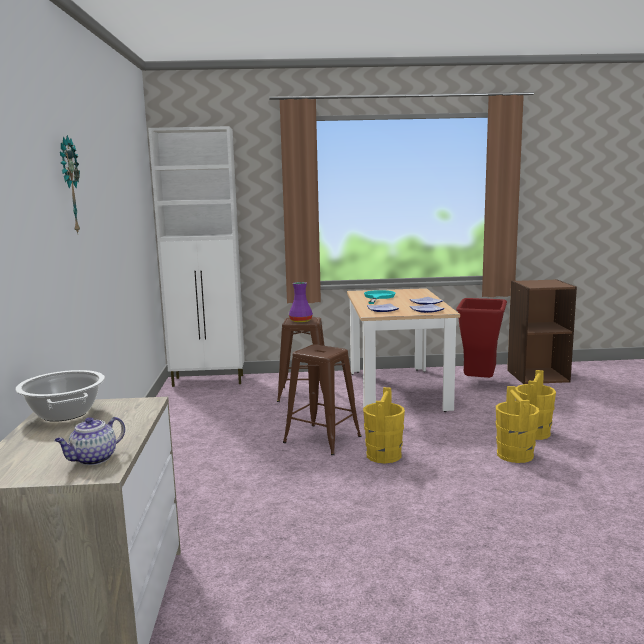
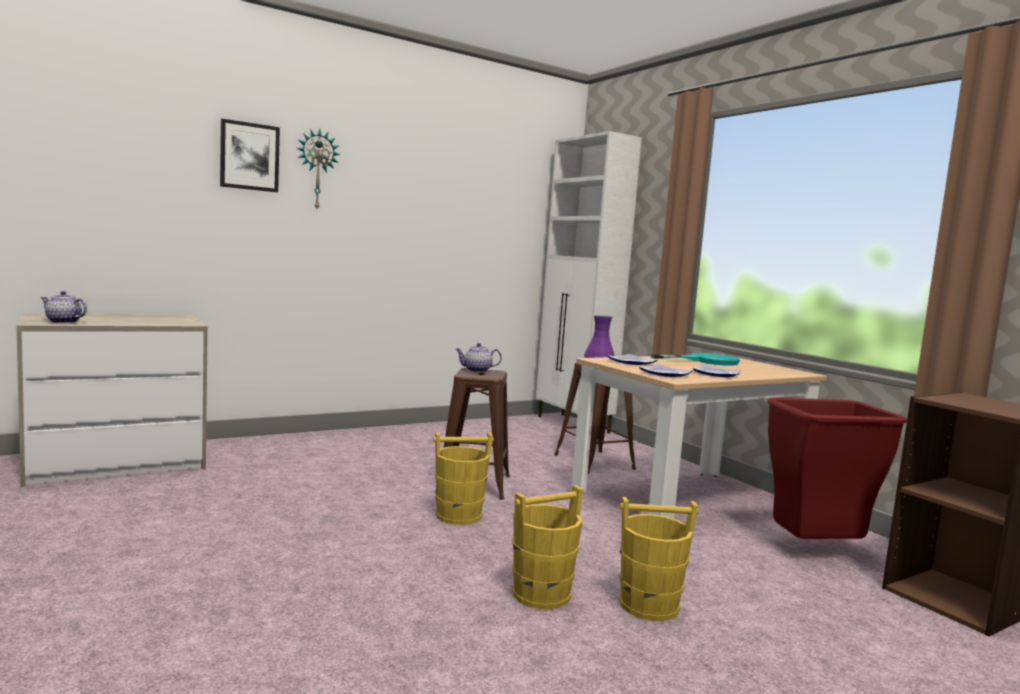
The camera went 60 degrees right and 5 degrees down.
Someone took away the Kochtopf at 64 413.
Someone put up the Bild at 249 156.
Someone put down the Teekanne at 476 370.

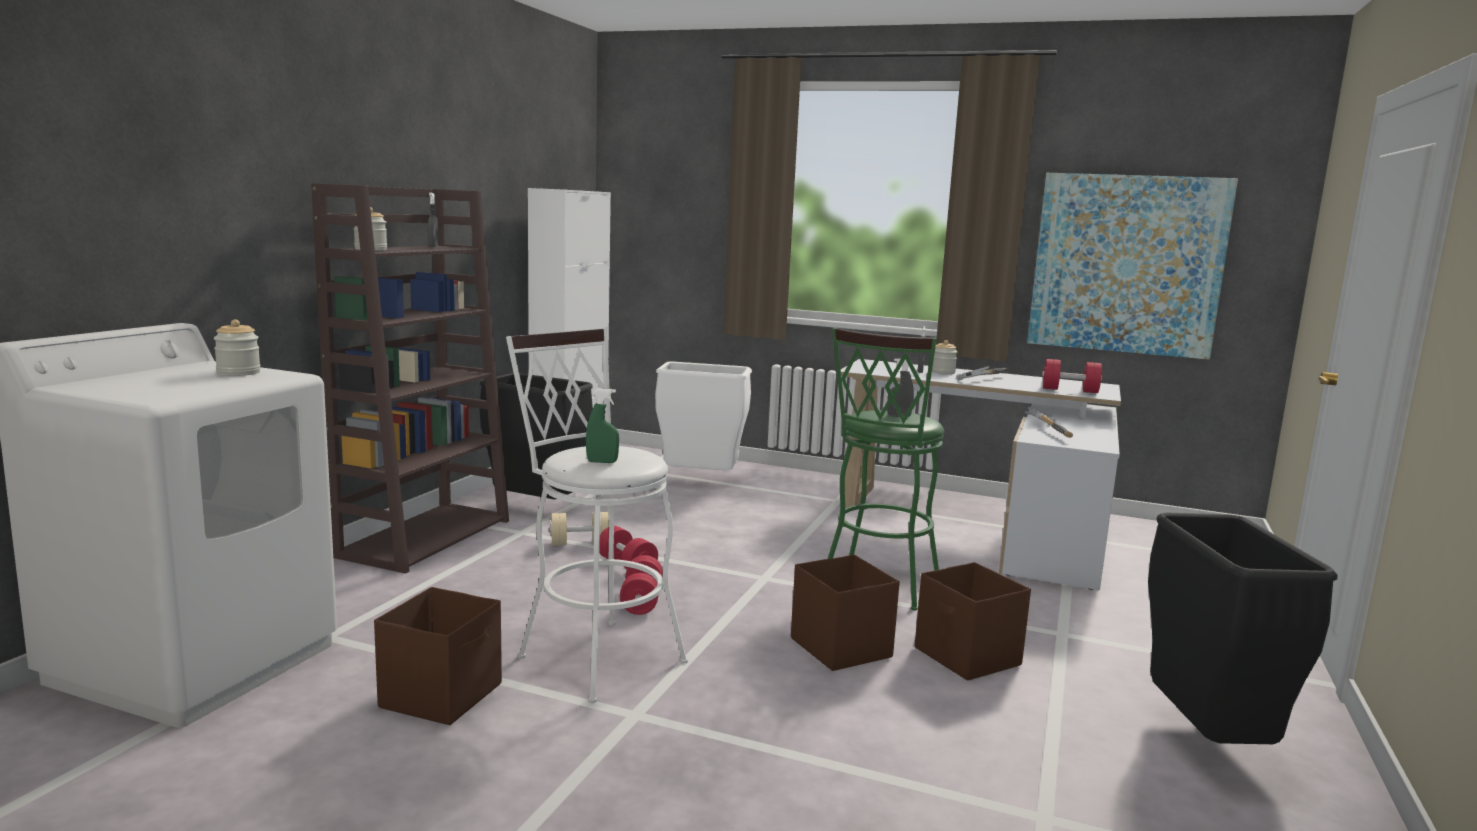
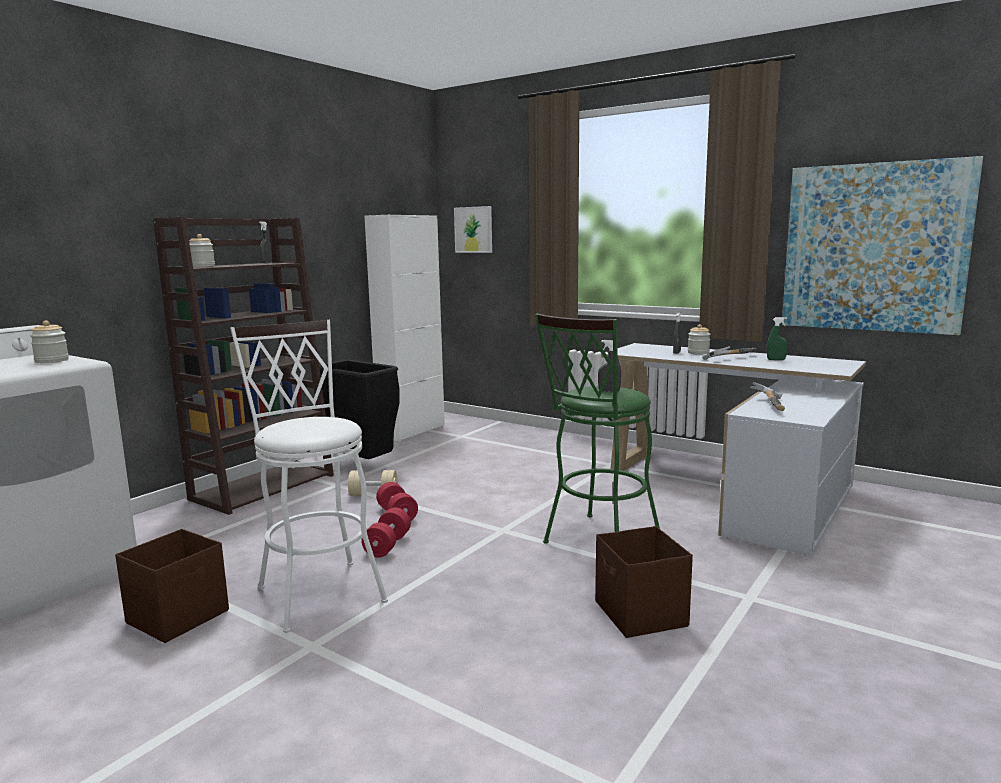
The camera went 15 degrees right and 0 degrees up.
Someone took away the Hantel (rot) at 1070 390.
Someone took away the Mülleimer (weiß) at 700 481.
Someone carried the Sprühflasche (grün) from 602 462 to 776 359.
Someone took away the Mülleimer (schwarz) at 1204 740.
Someone took away the Aufbewahrungsbox (braun) at 840 647.
Someone put up the Bild at 473 229.

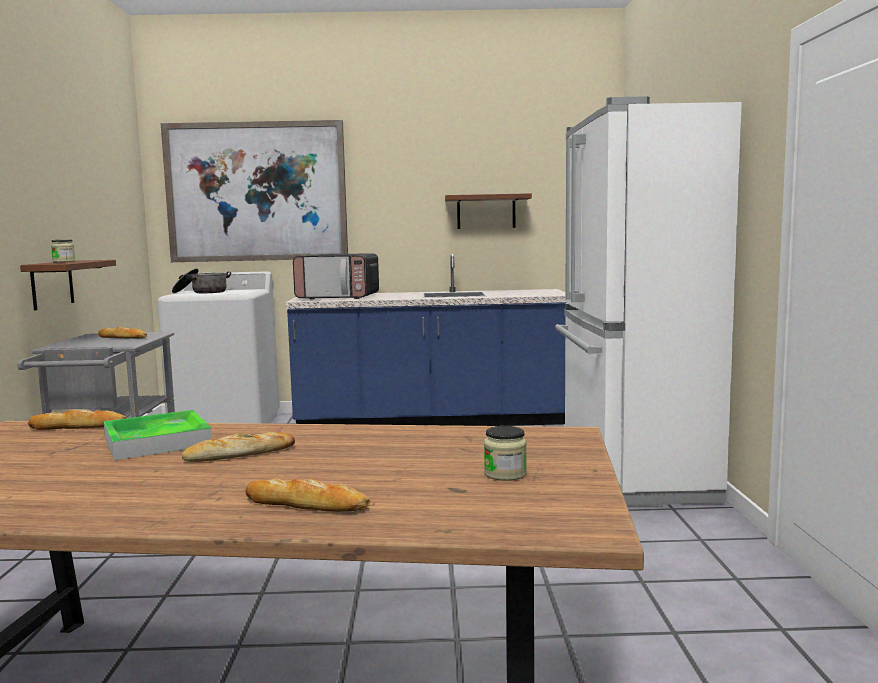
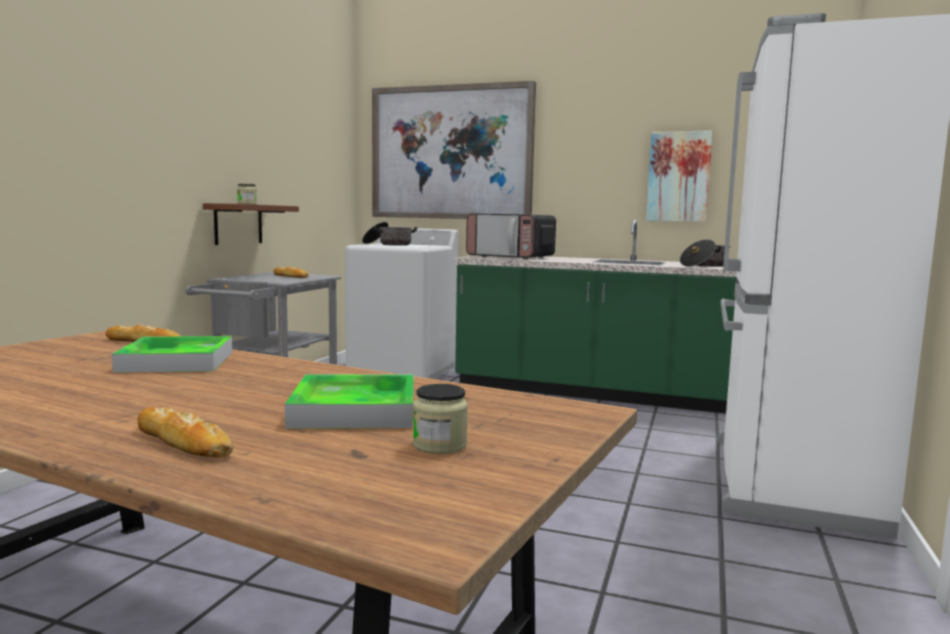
The camera went 20 degrees right and 0 degrees up.
Someone swapped the Wandregal (braun) at 486 212 for the Bild at 678 177.
Someone repainted the Küchenzeile (blau) at 432 421, which became the Küchenzeile (grün) at 597 392.
Someone took away the Brot at 239 454.
Someone put down the Kochtopf at 704 266.
Someone put down the Tablett at 355 410.

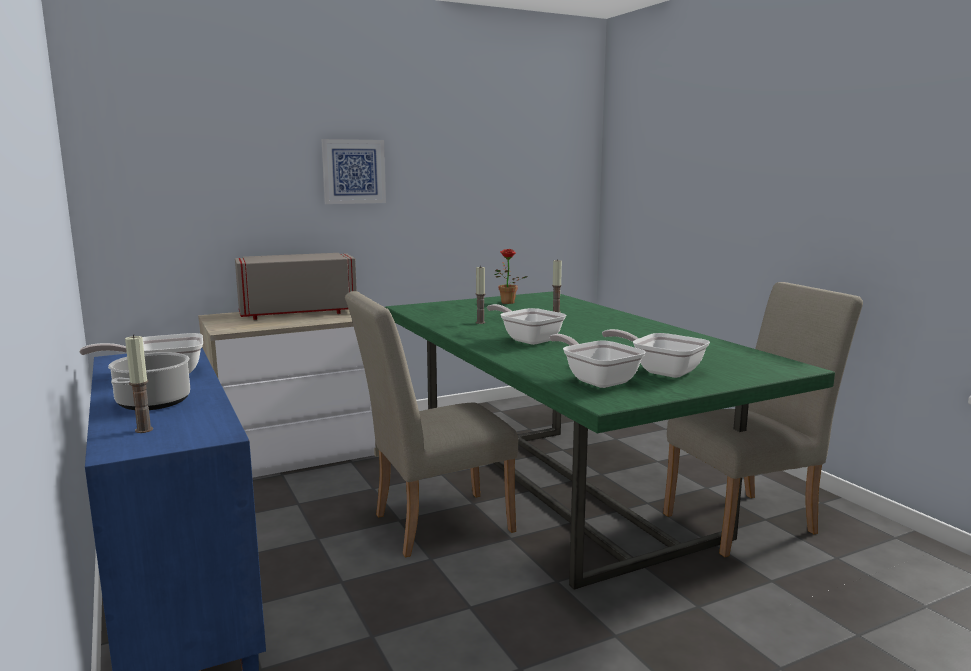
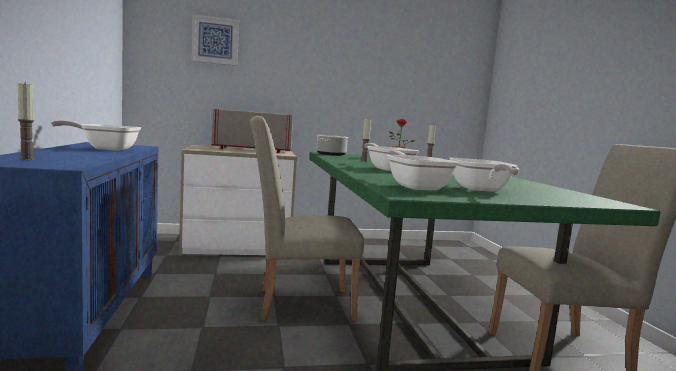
The camera went 15 degrees right and 5 degrees down.
Someone carried the Bild from 353 171 to 215 40.
Someone rotated the Pfanne at 661 371 by 150 degrees counterclockwise.
Someone carried the Kochtopf from 154 402 to 331 154.

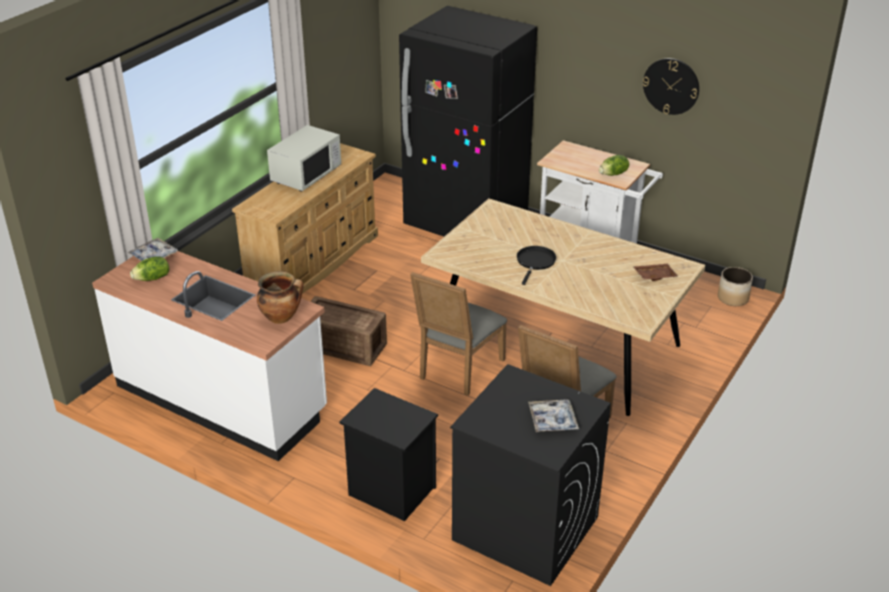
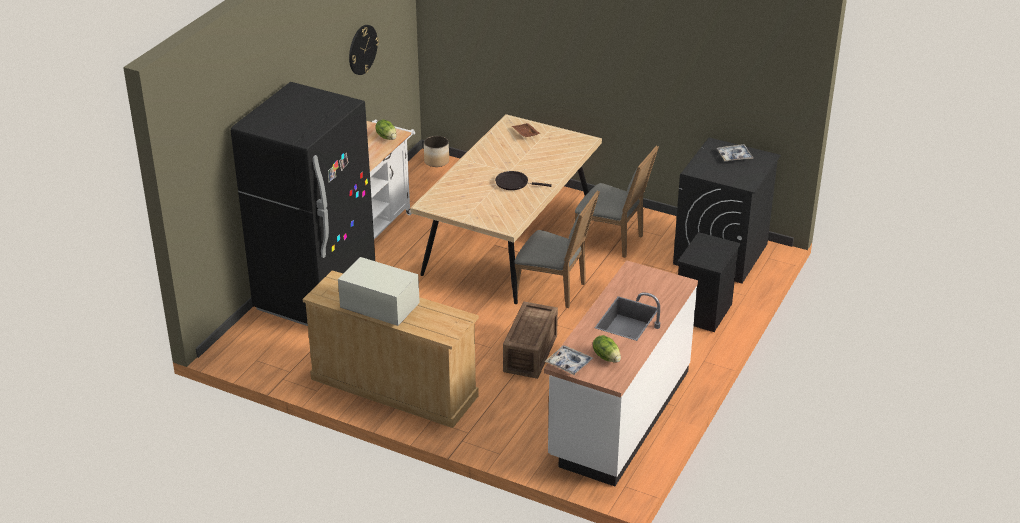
The camera went 95 degrees left and 0 degrees up.
Someone took away the Kochtopf at 281 317.

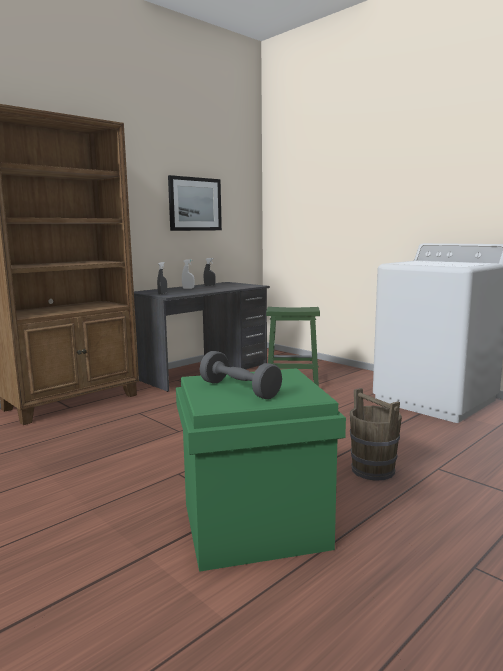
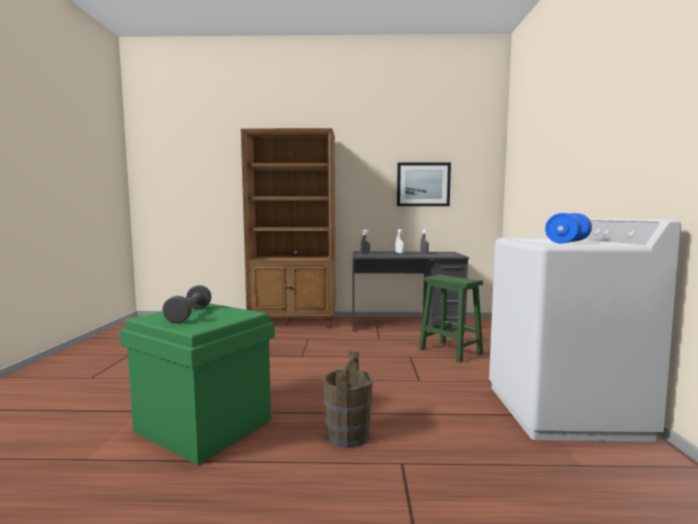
The camera went 45 degrees right and 5 degrees down.
Someone put down the Hantel (blau) at 568 242.

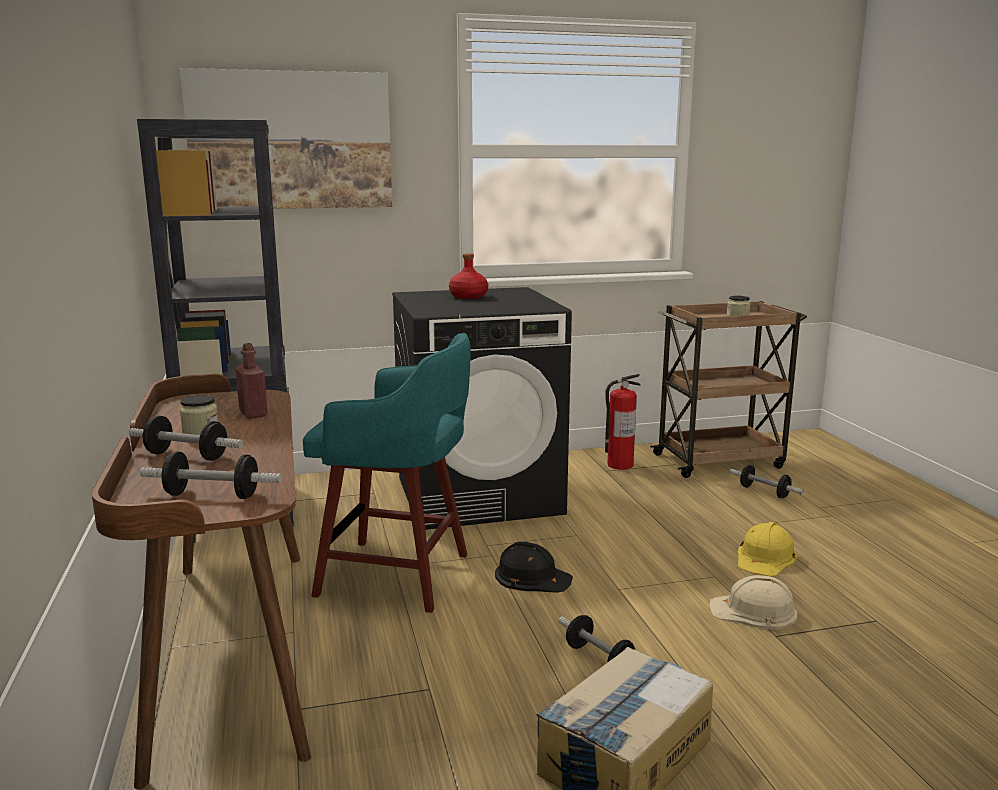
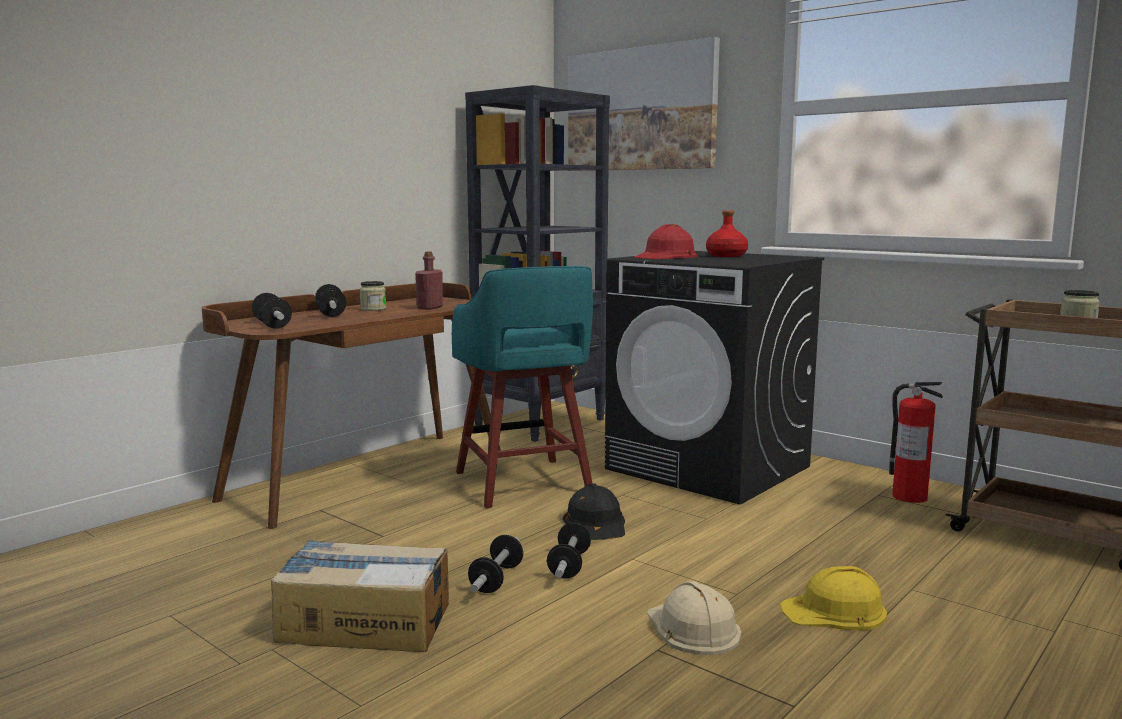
The camera went 55 degrees right and 5 degrees down.
Someone carried the Hantel from 764 492 to 569 565.
Someone put down the Schutzhelm (rot) at 666 256.

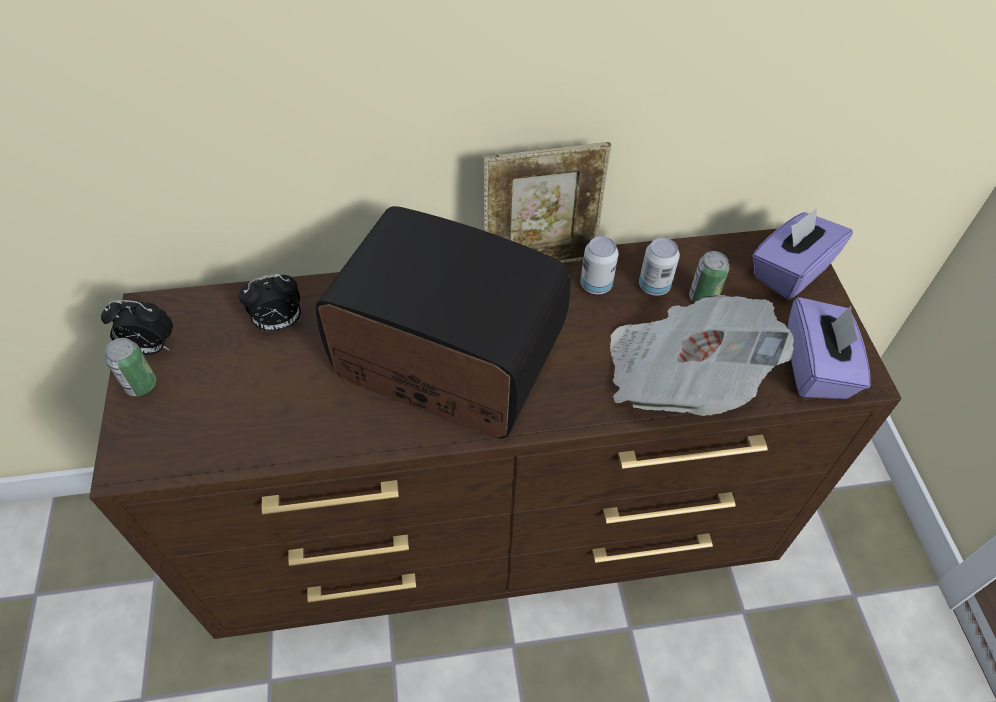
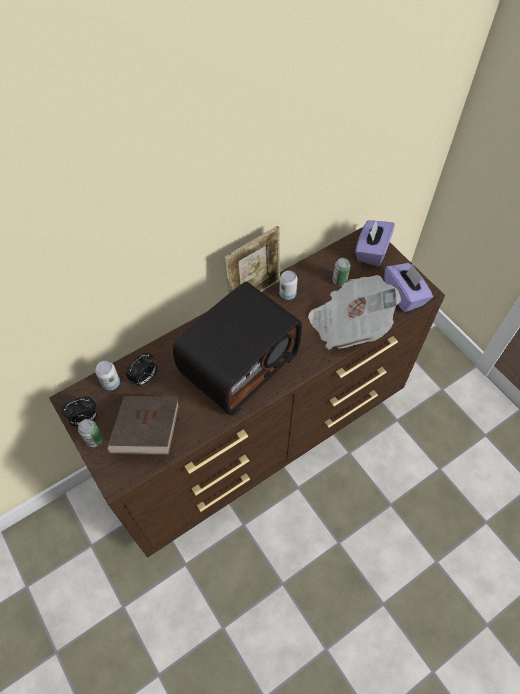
The camera went 25 degrees left and 5 degrees up.
Someone rotated the Radio at 445 362 by 135 degrees clockwise.
Someone carried the Dose from 654 286 to 111 383.
Someone put down the Buch (braun) at 147 432.

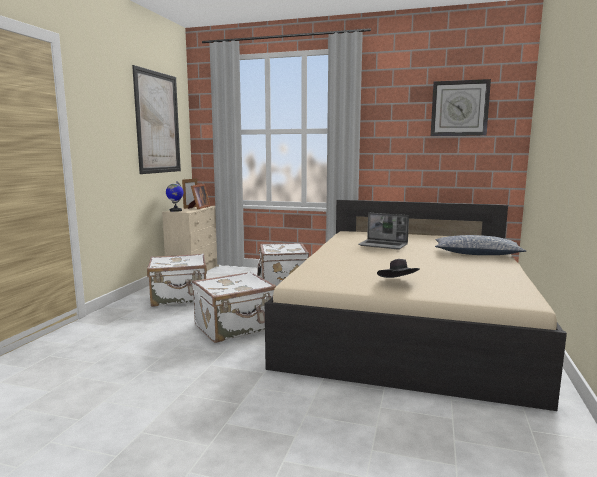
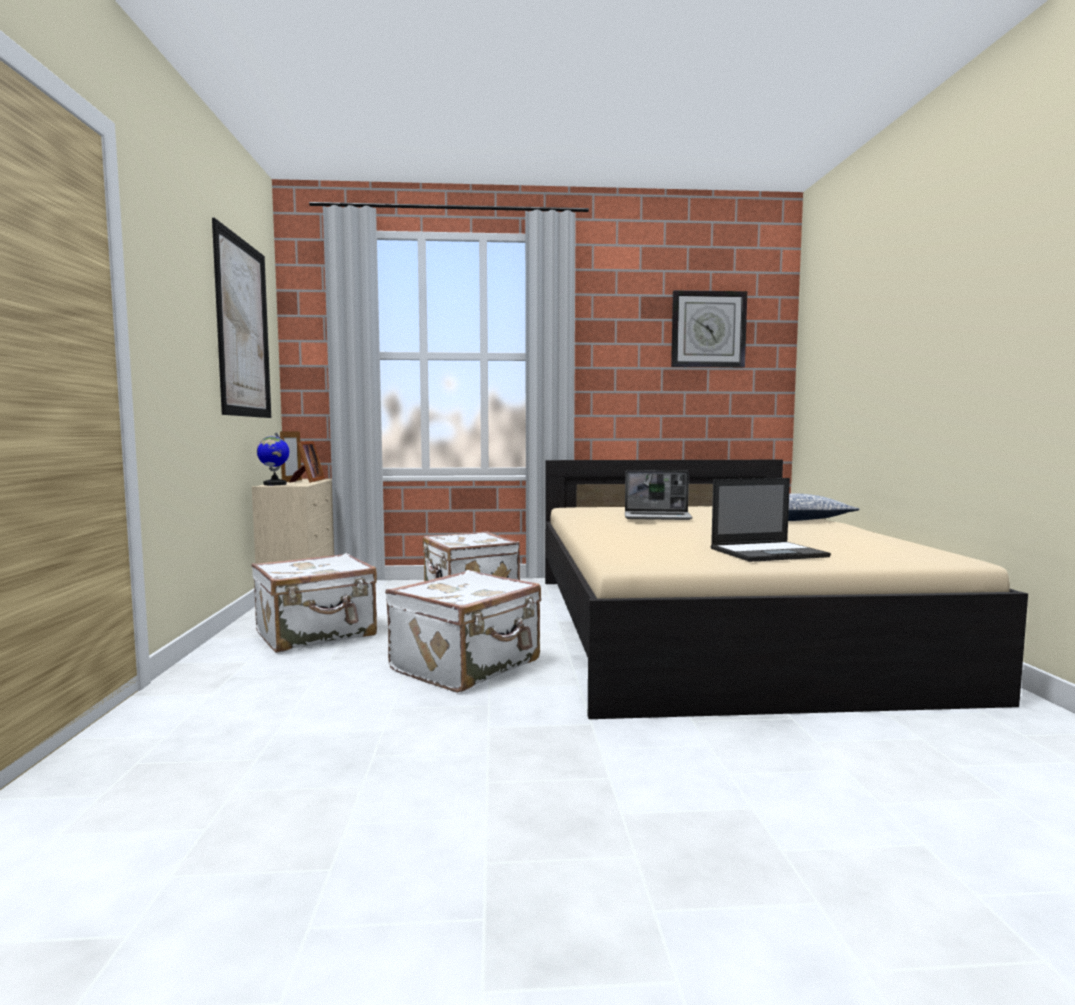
The camera went 20 degrees left and 5 degrees down.
Someone swapped the Hut (schwarz) at 398 282 for the Laptop at 769 552.

